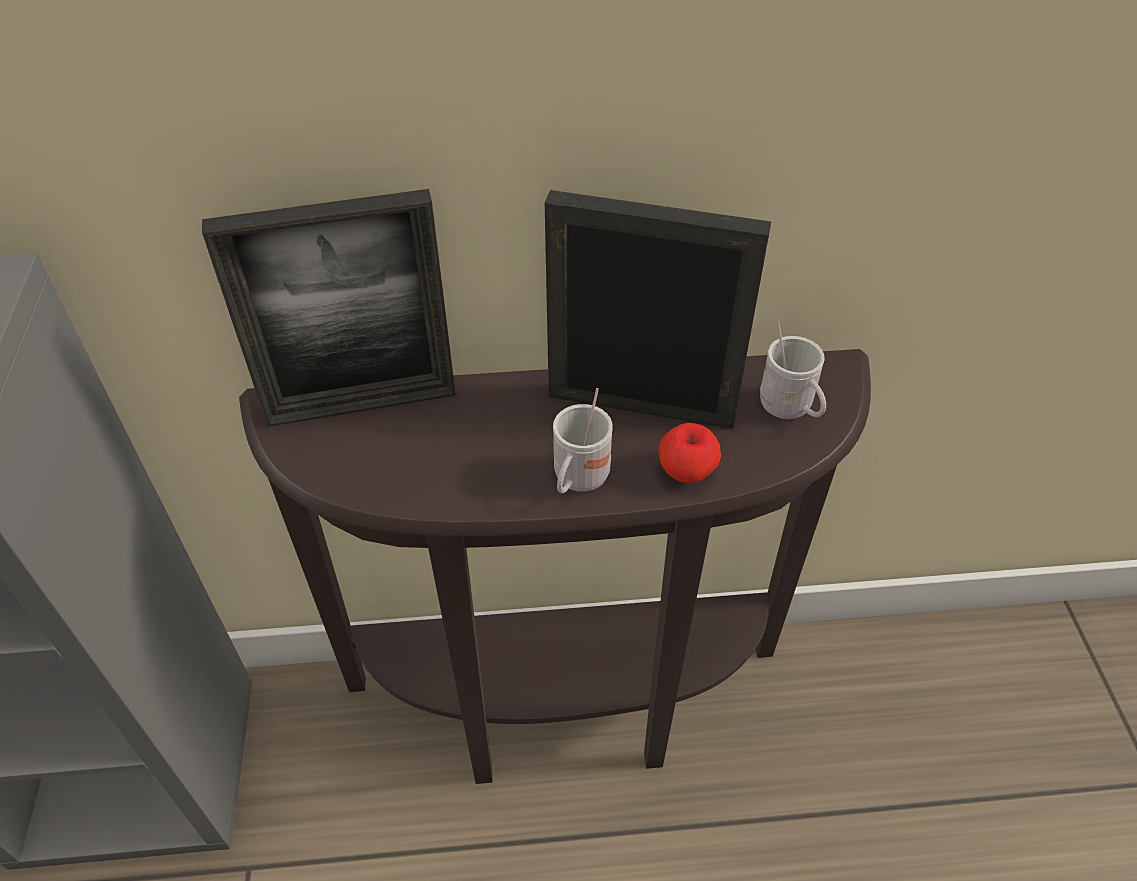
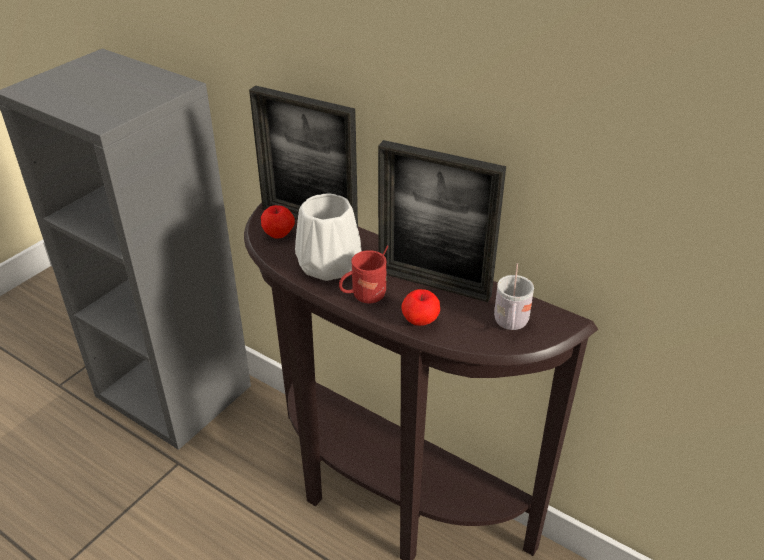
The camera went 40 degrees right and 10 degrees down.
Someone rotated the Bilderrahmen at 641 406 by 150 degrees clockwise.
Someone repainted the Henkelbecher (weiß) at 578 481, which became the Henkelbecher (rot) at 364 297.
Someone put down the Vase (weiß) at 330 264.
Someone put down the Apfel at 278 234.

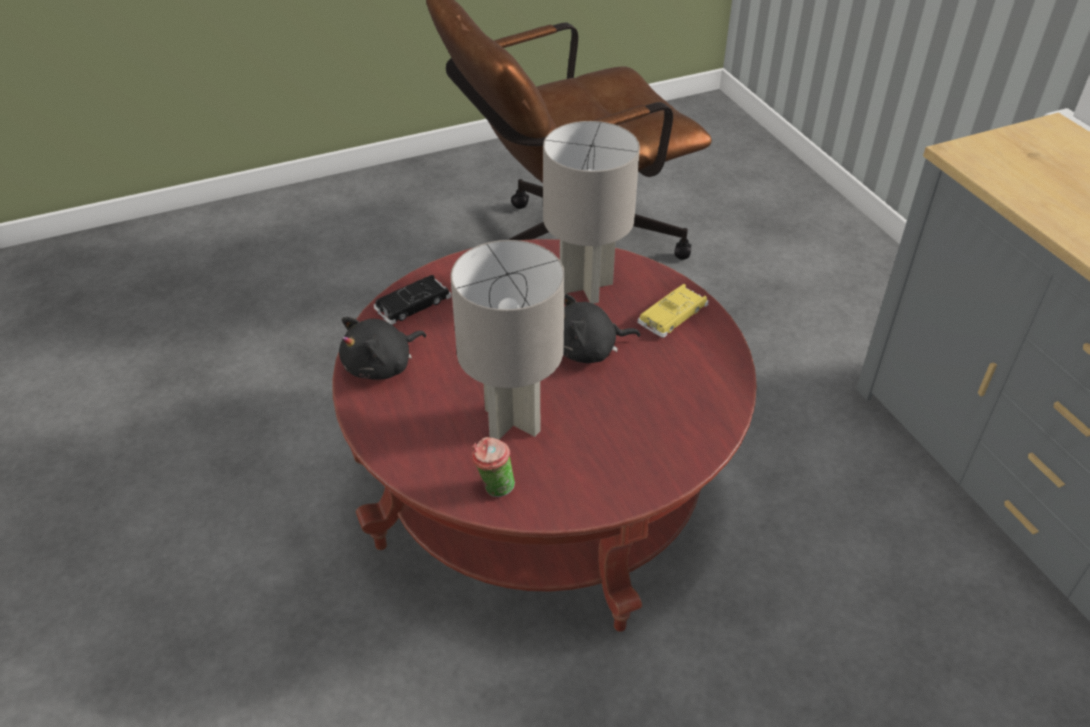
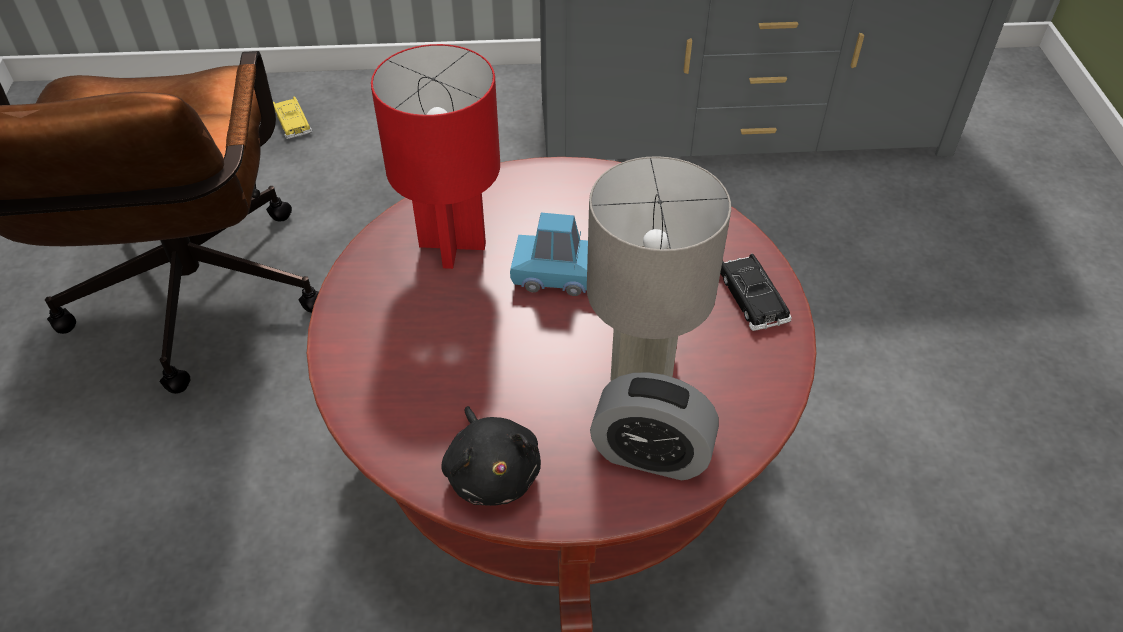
The camera went 70 degrees left and 5 degrees up.
Someone repainted the Tischlampe (grau) at 587 287, which became the Tischlampe (rot) at 453 244.
Someone carried the Spielzeugauto (schwarz) from 413 304 to 751 297.
Someone carried the Spielzeugauto (gelb) from 672 315 to 292 122.
Someone swapped the Plüschtier (schwarz) at 587 350 for the Spielzeugauto (blau) at 559 274.
Someone took away the Tasse at 493 489.
Someone put down the Wecker at 651 454.

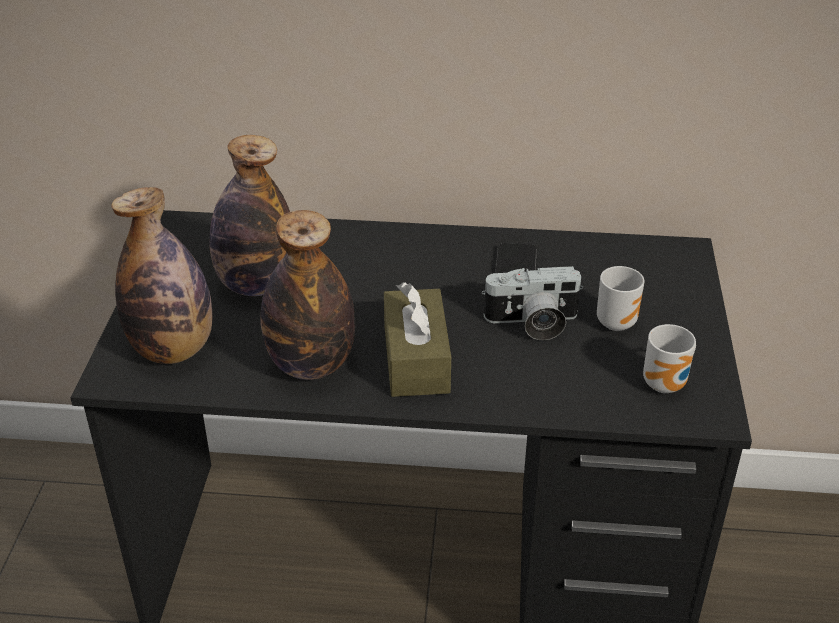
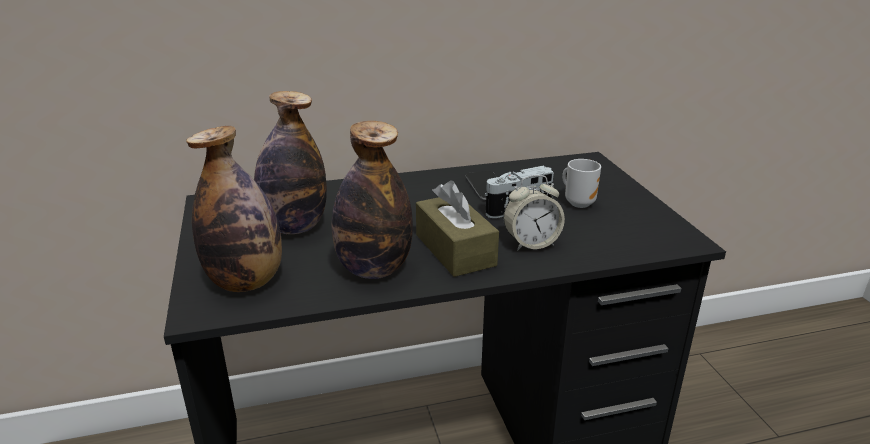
The camera went 20 degrees left and 10 degrees down.
Someone took away the Henkelbecher at 667 385.
Someone put down the Wecker at 531 243.

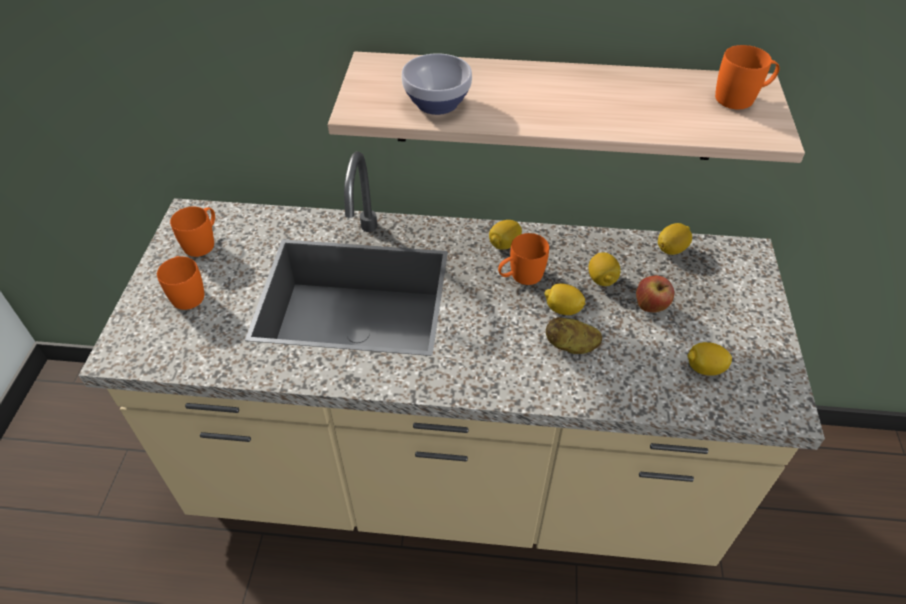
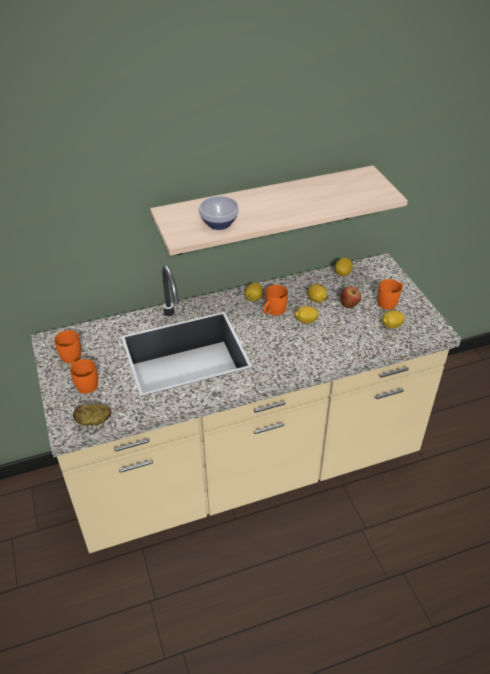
The camera went 25 degrees left and 5 degrees down.
Someone carried the Henkelbecher (orange) from 741 98 to 390 302.
Someone carried the Kartoffel from 571 346 to 94 421.

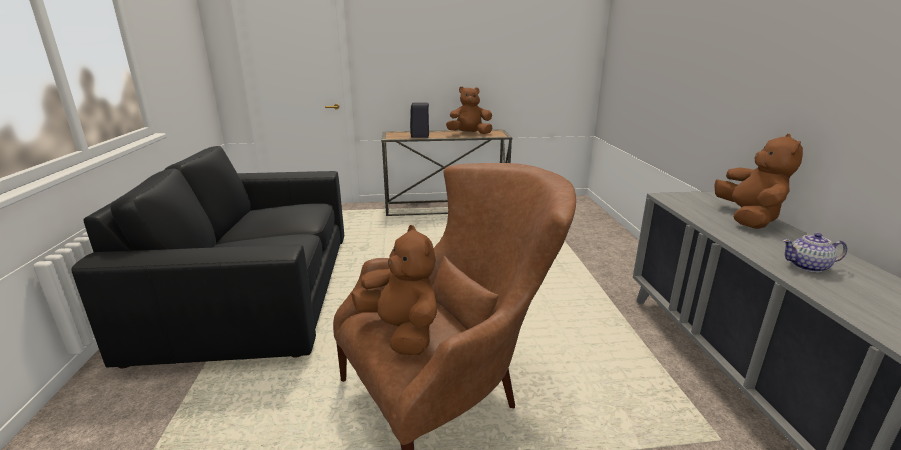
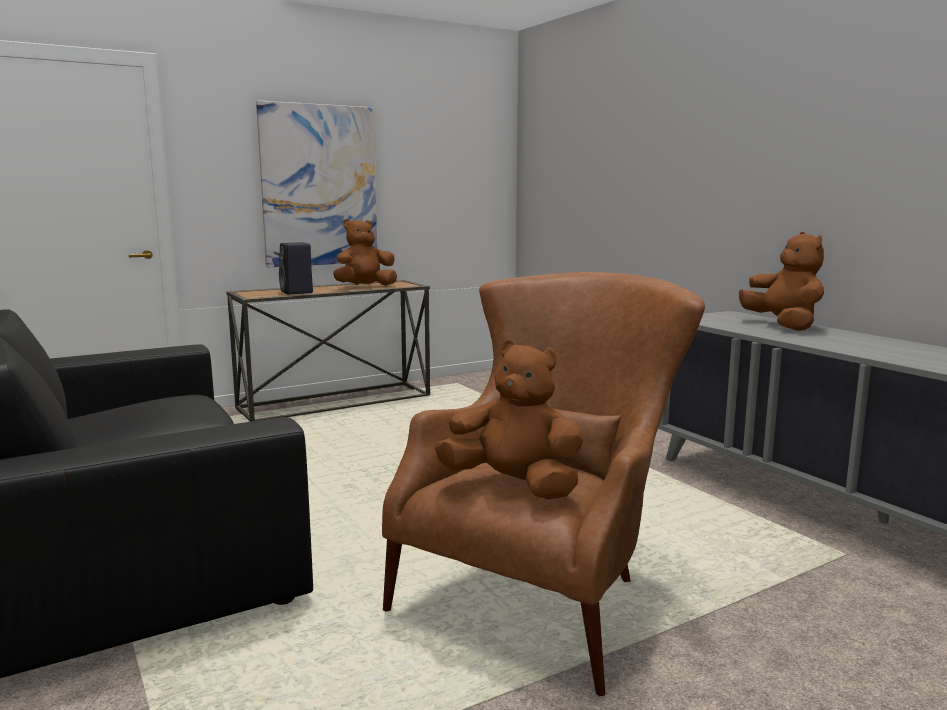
The camera went 25 degrees left and 10 degrees down.
Someone took away the Teekanne at 808 266.
Someone put up the Bild at 319 186.

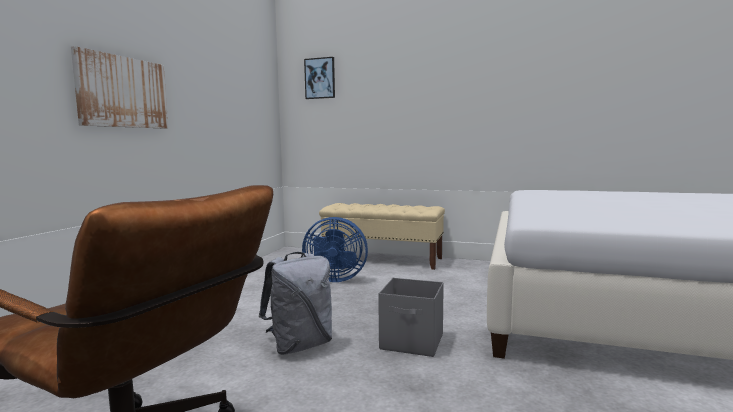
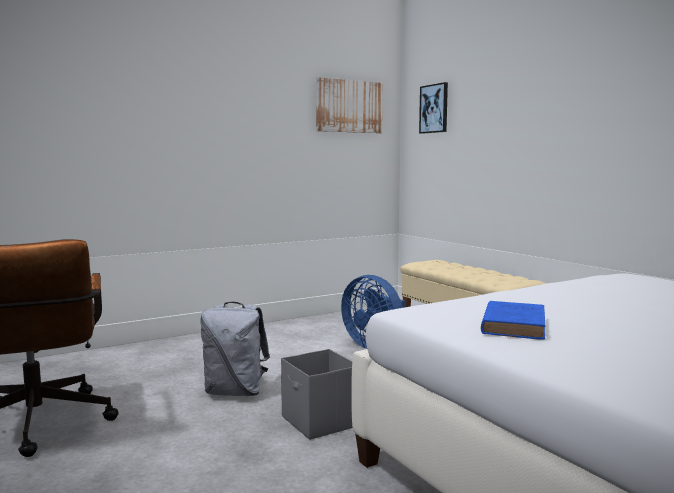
The camera went 40 degrees right and 0 degrees up.
Someone carried the Bild from 123 92 to 349 106.
Someone put down the Buch (blau) at 513 325.

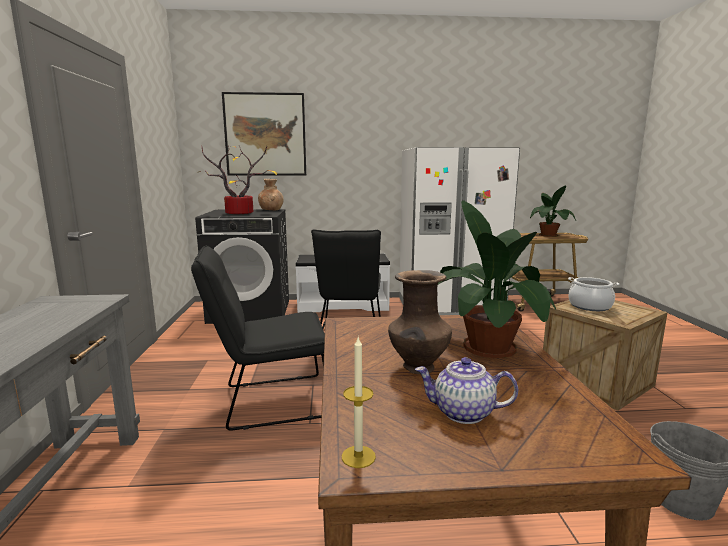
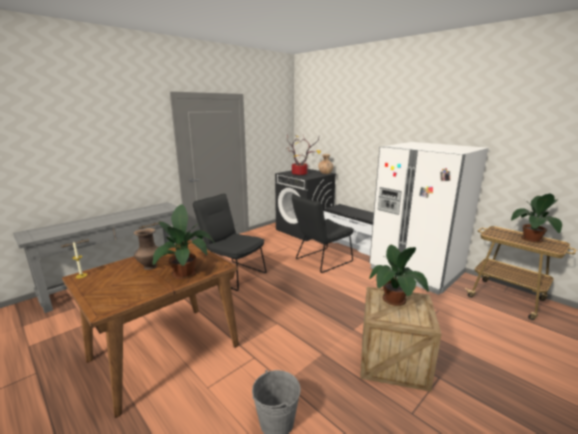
The camera went 50 degrees right and 5 degrees up.
Someone took away the Bild at 265 135.
Someone swapped the Kochtopf at 590 306 for the Topfpflanze at 394 300.
Someone took away the Teekanne at 463 413.

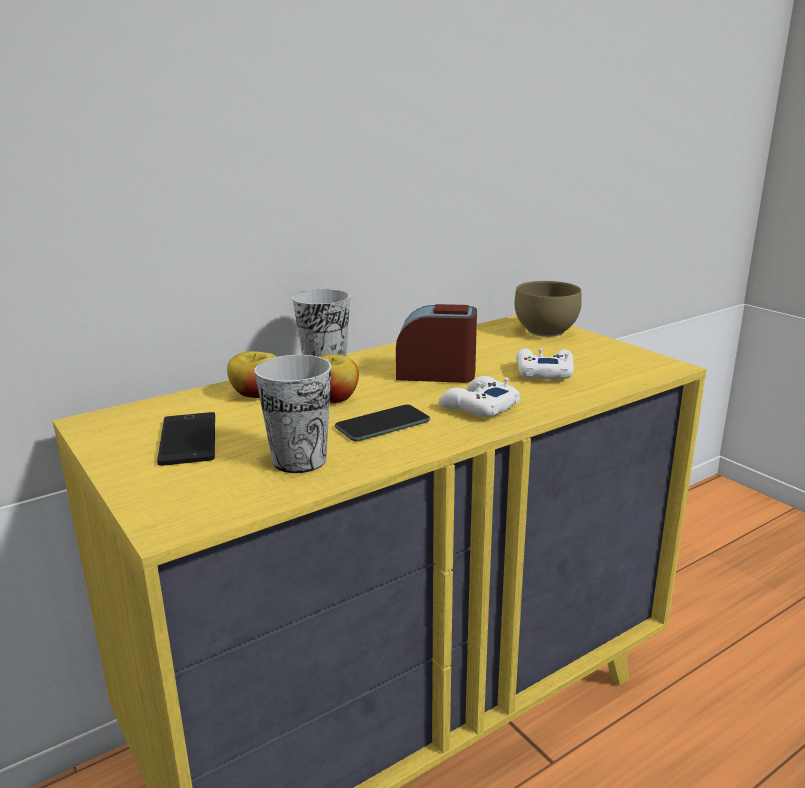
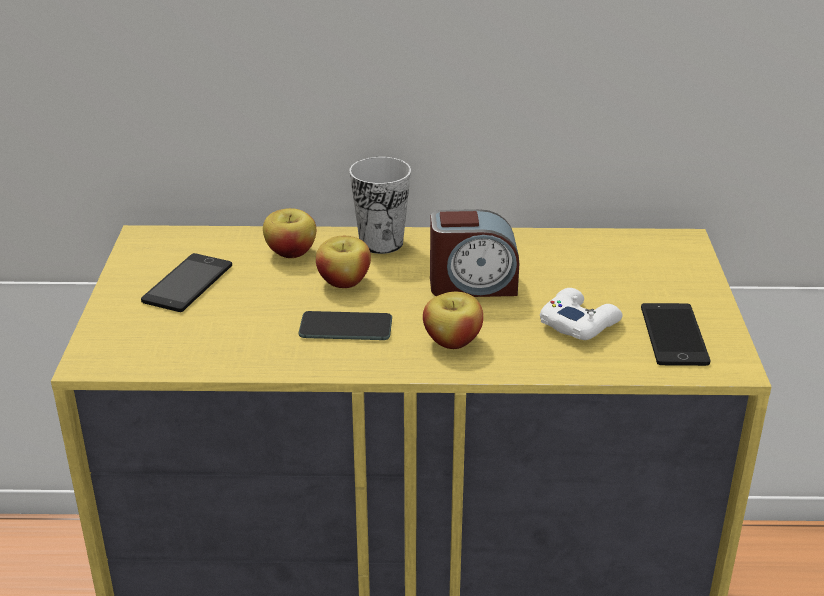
The camera went 35 degrees right and 10 degrees up.
Someone took away the Schüssel (braun) at 546 330.
Someone rotated the Wecker at 436 374 by 135 degrees clockwise.
Someone took away the Tasse at 299 460.
Someone swapped the Gamepad (weiß) at 478 407 for the Apfel at 452 341.
Someone put down the Handy at 674 335.

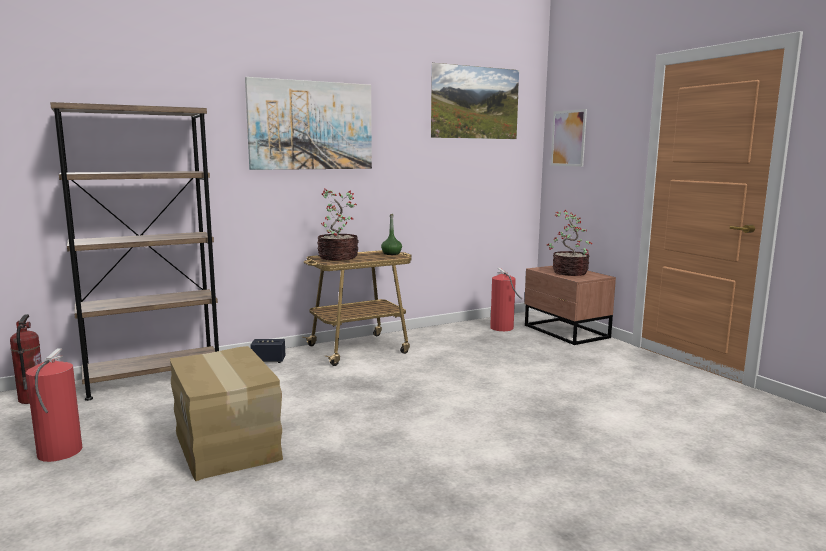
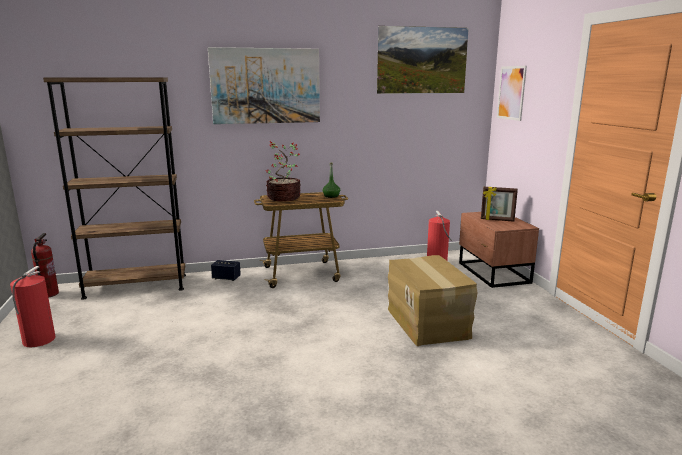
The camera went 15 degrees right and 5 degrees up.
Someone swapped the Topfpflanze at 568 272 for the Bilderrahmen at 497 220.
Someone carried the Karton from 228 443 to 428 322.

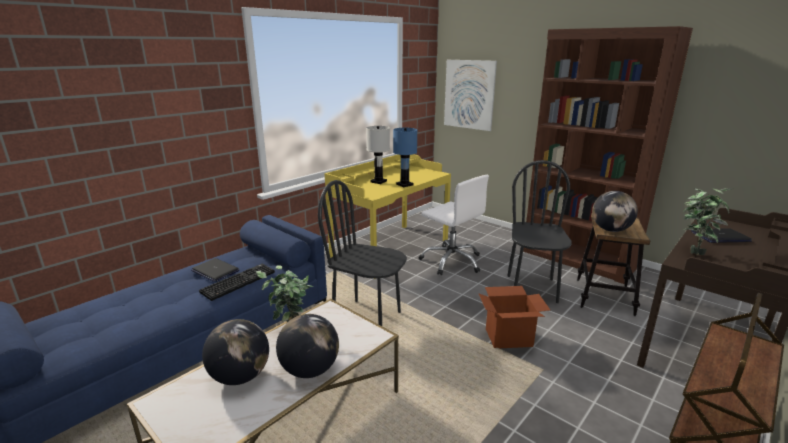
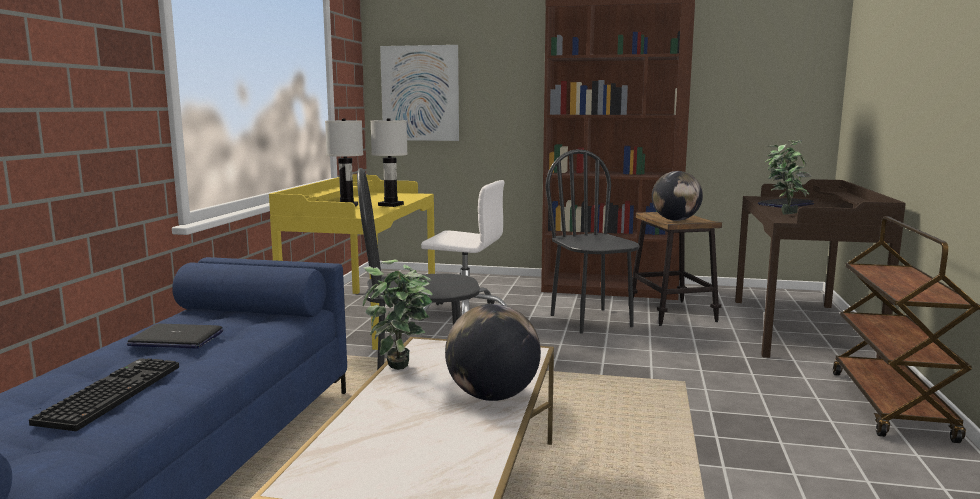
The camera went 30 degrees left and 10 degrees down.
Someone repainted the Tischlampe (blau) at 404 184, which became the Tischlampe (weiß) at 391 205.
Someone carried the Tastatur from 238 281 to 110 393.
Someone took away the Karton at 509 338.
Someone took away the Globus at 240 377.

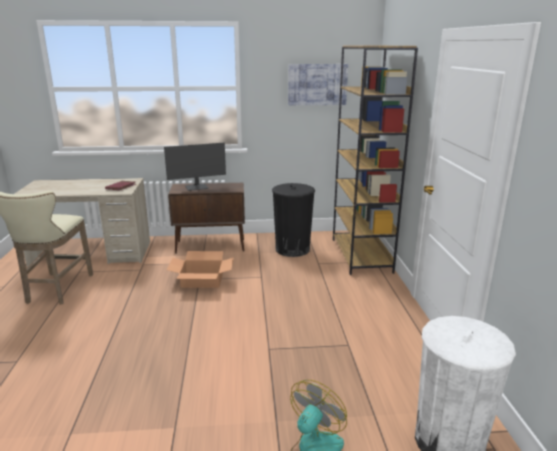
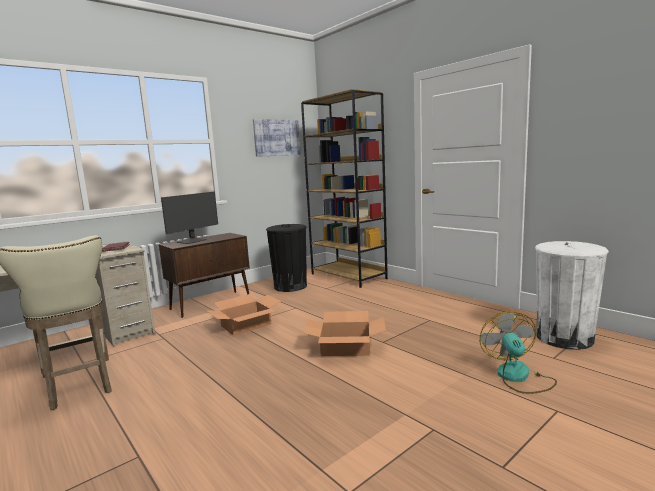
The camera went 35 degrees left and 10 degrees down.
Someone put down the Karton at 346 347.

